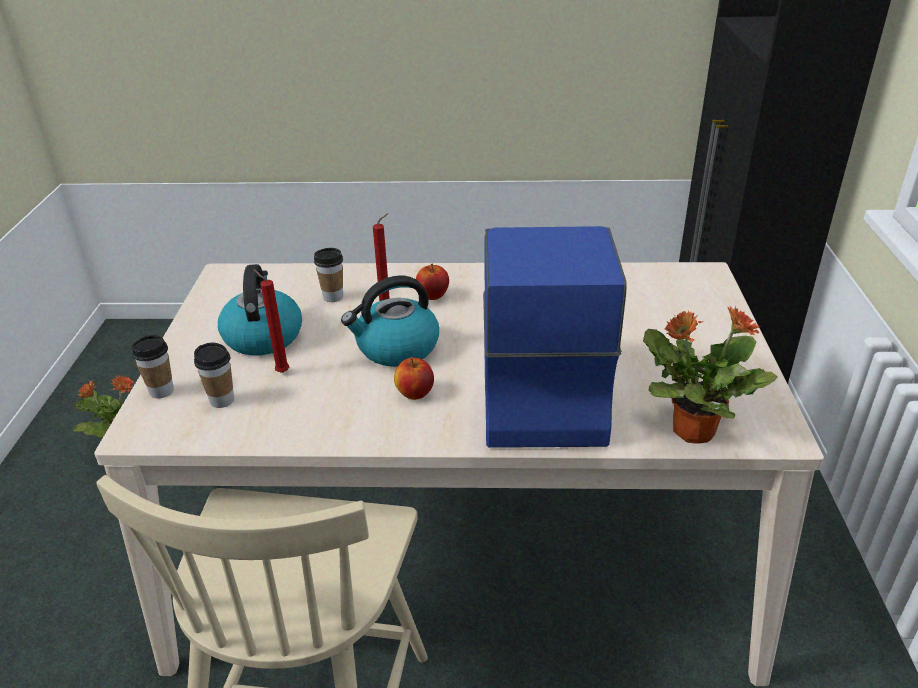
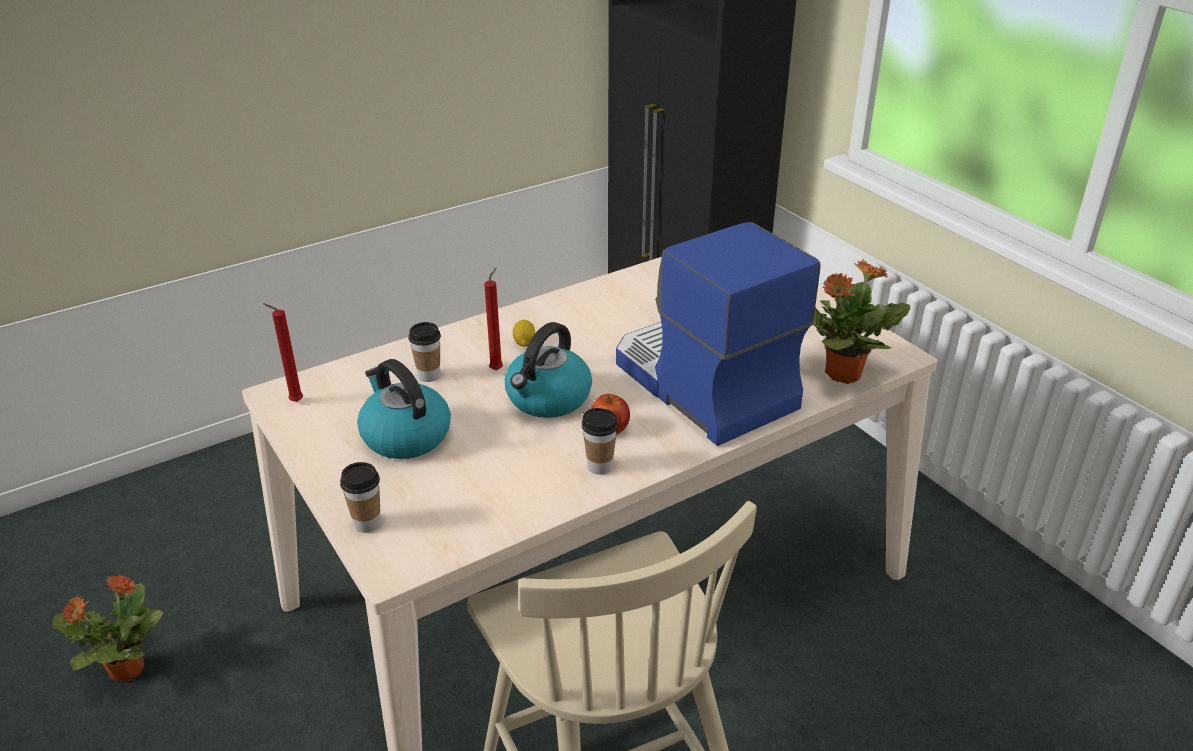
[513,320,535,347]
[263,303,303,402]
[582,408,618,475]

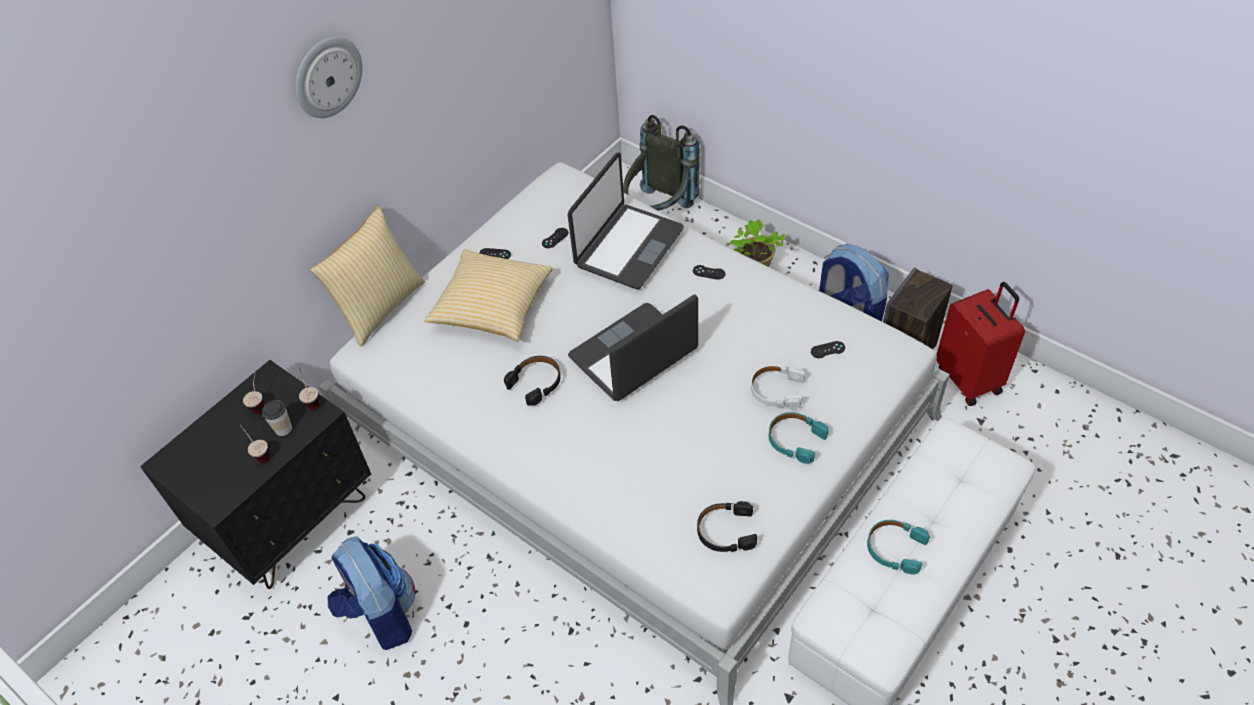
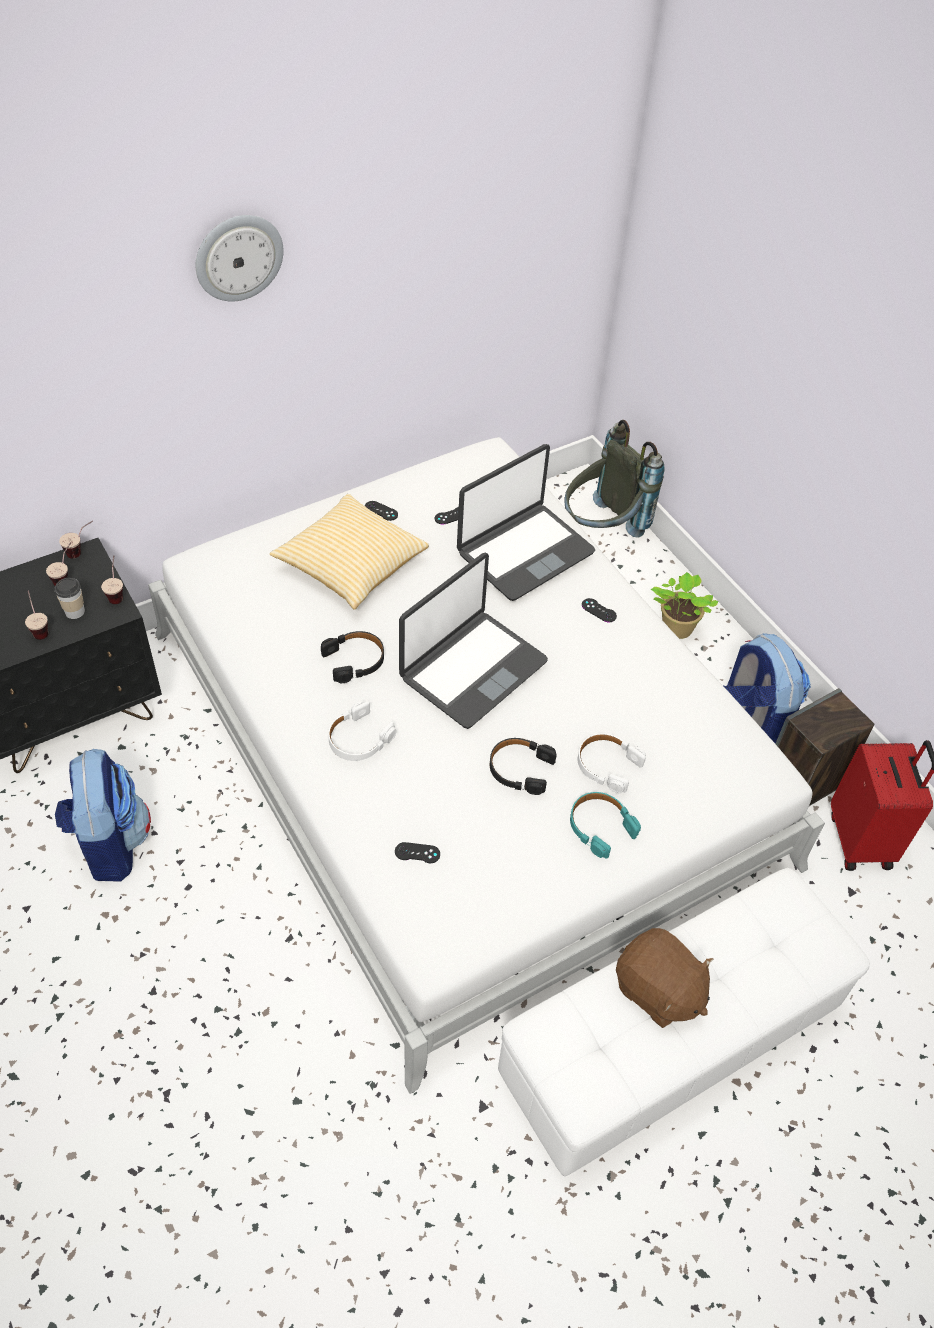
[310,205,425,347] (first image)
[399,553,548,729]
[395,842,440,863]
[490,738,557,795]
[616,928,713,1028]
[59,520,93,559]
[328,701,396,761]

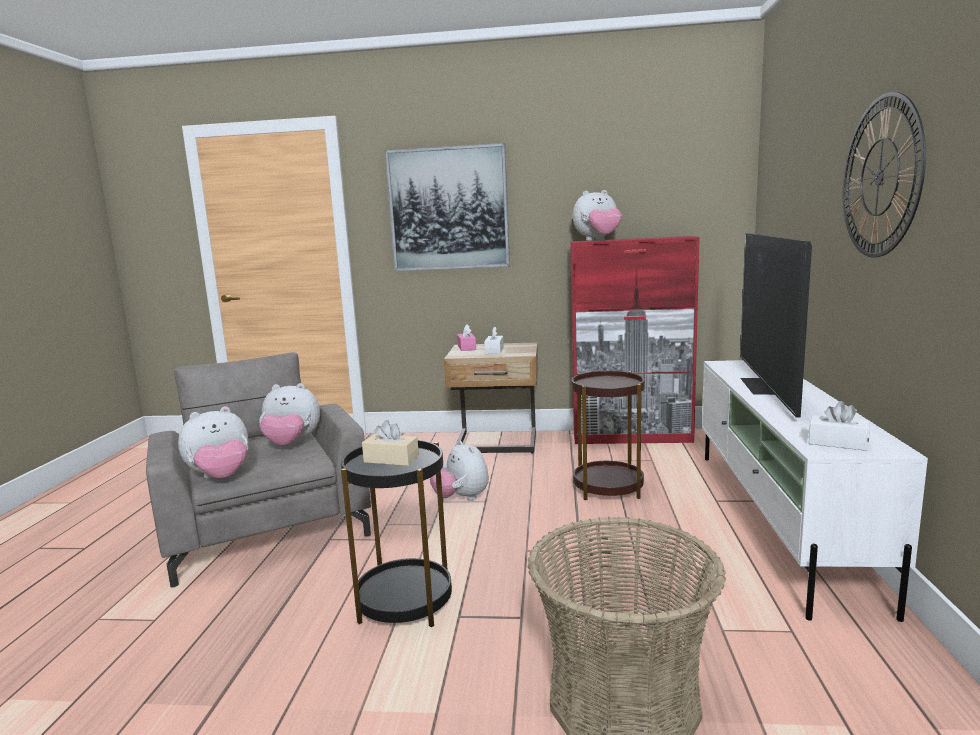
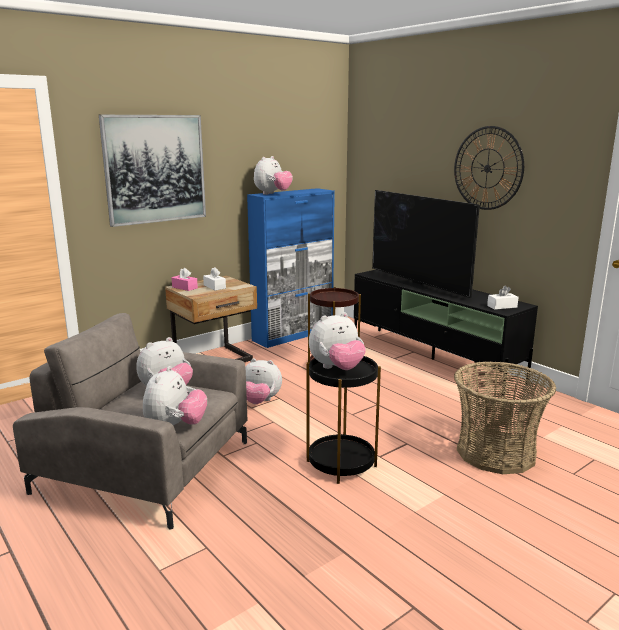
[247,188,335,348]
[354,270,538,394]
[309,312,366,370]

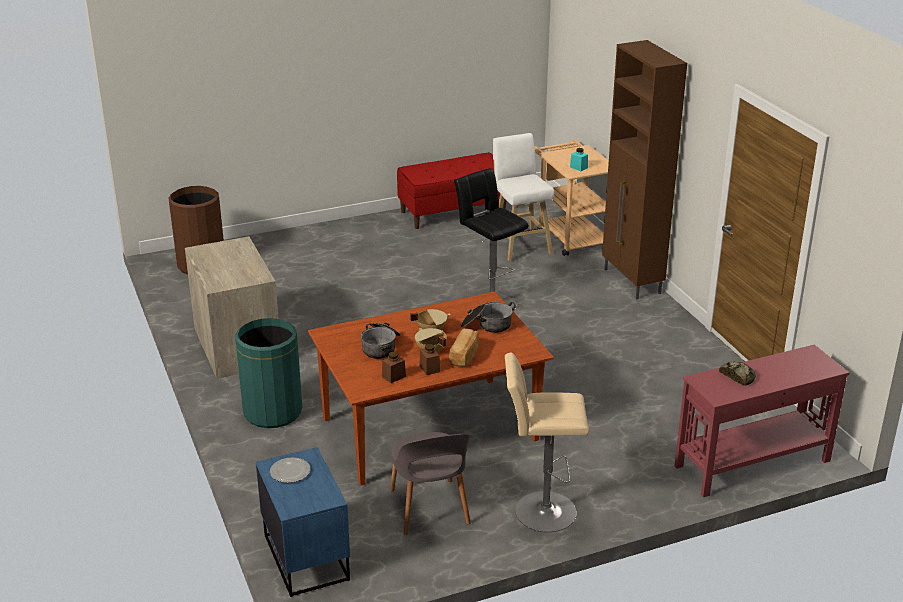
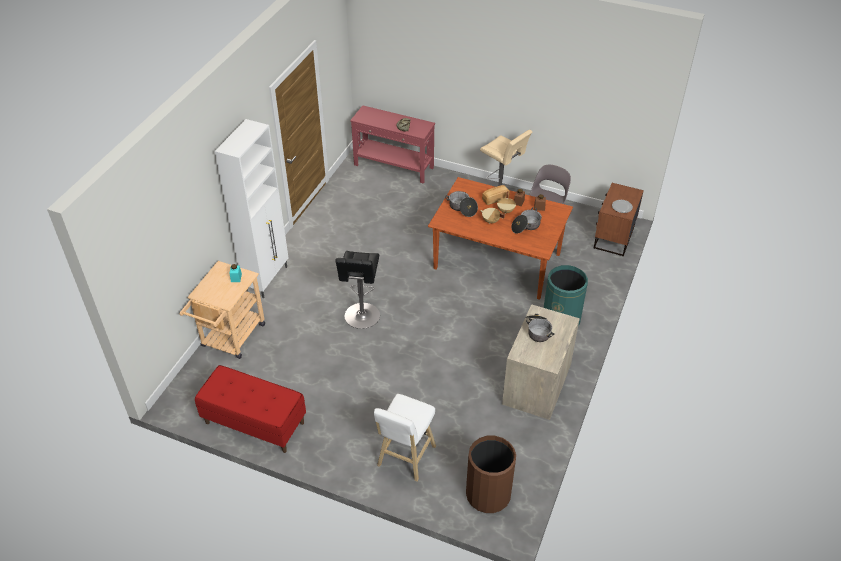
[215,119,289,298]
[374,394,436,482]
[594,183,644,256]
[525,314,555,342]

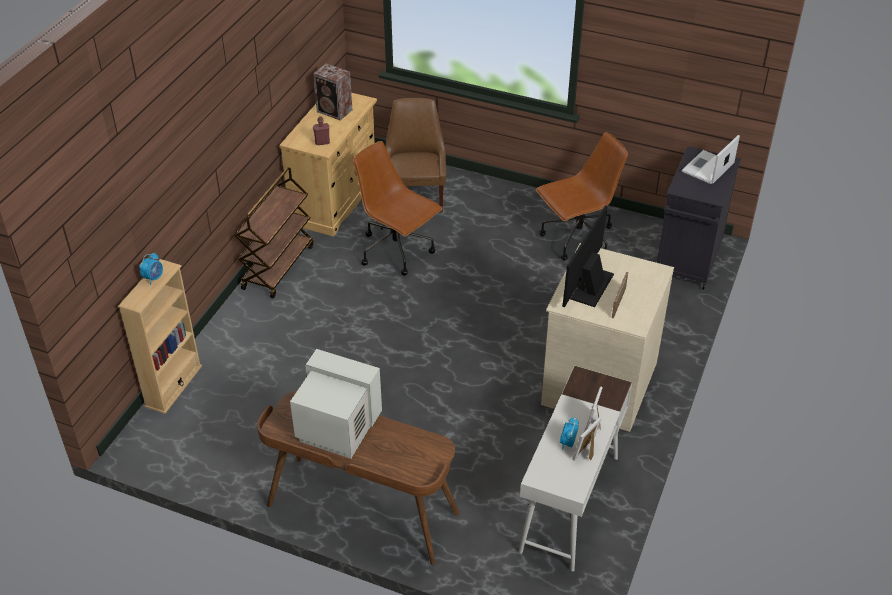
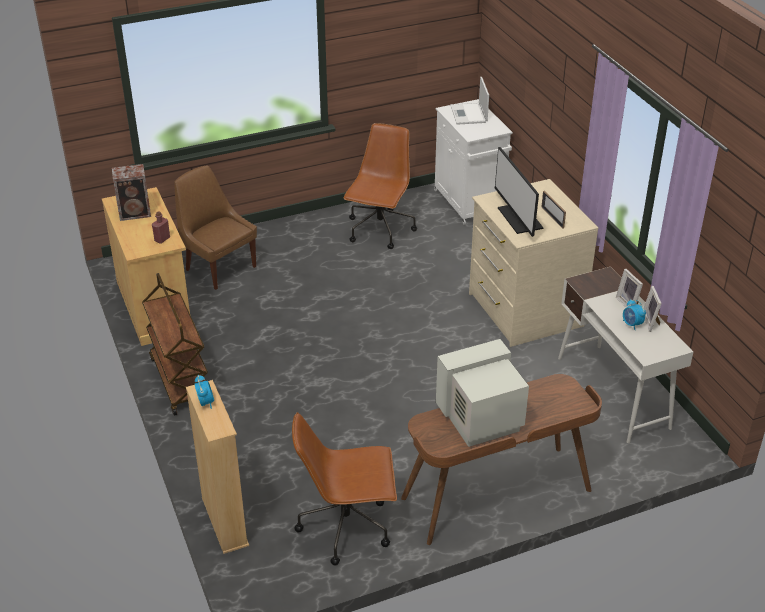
[292,412,397,566]
[434,99,513,225]

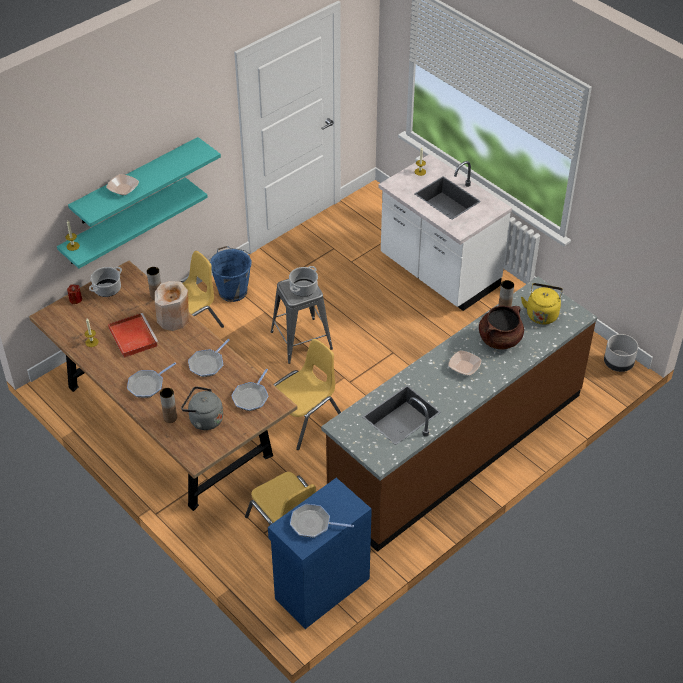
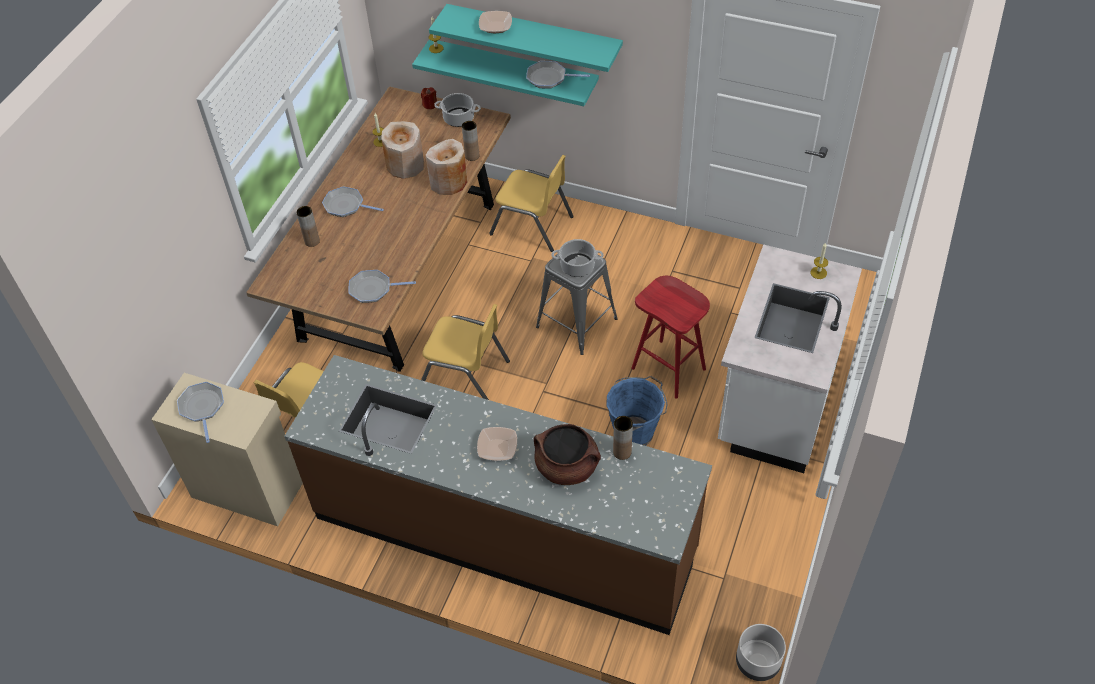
[606,376,668,446]
[521,283,563,324] (first image)
[381,121,424,179]
[526,61,590,89]
[181,386,223,430] (first image)
[151,373,303,526]
[631,276,710,399]

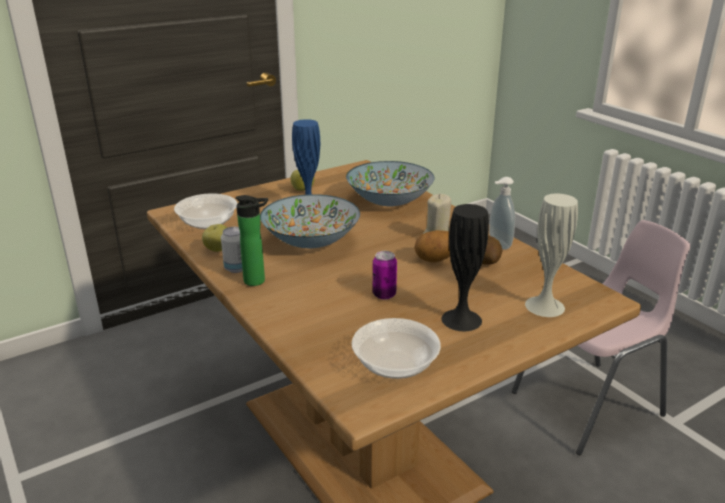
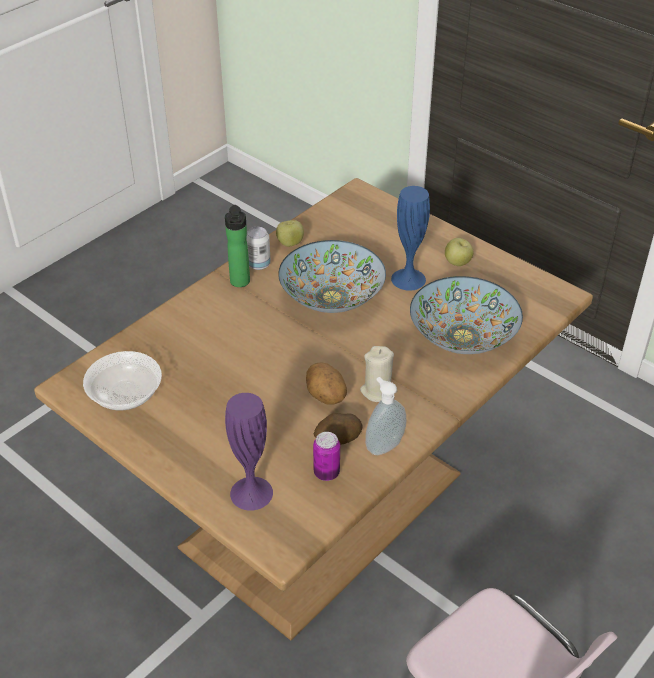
[174,193,237,229] (first image)
[225,393,273,511]
[441,204,489,331] (first image)
[313,432,340,481]

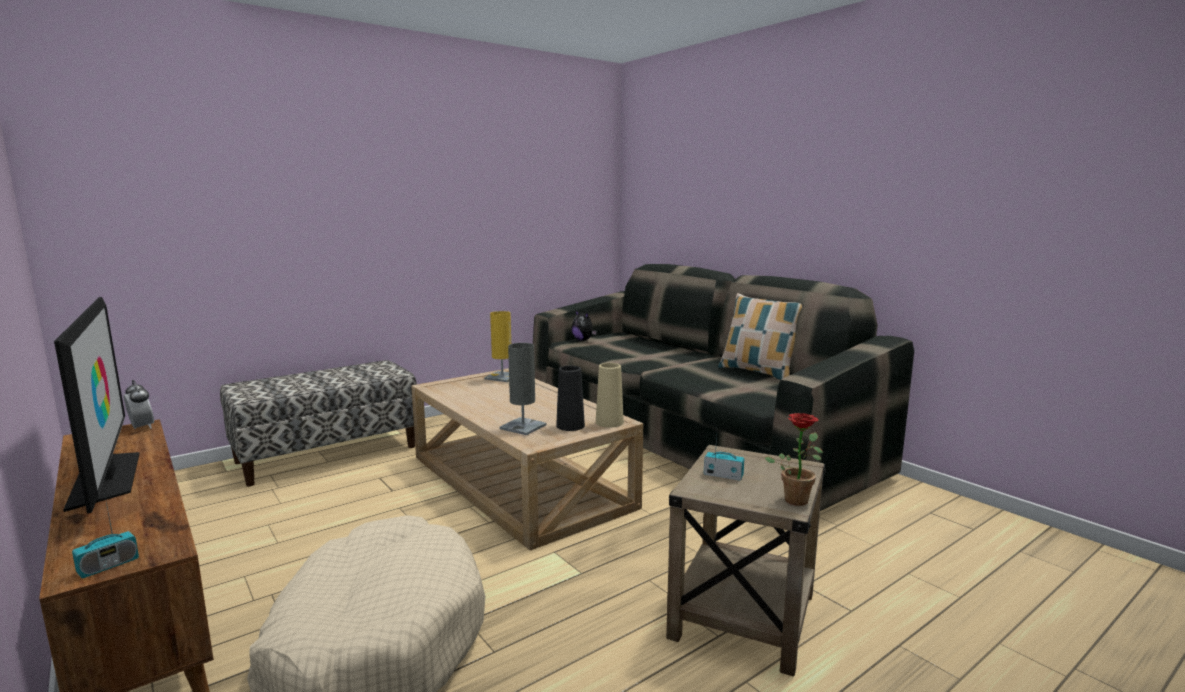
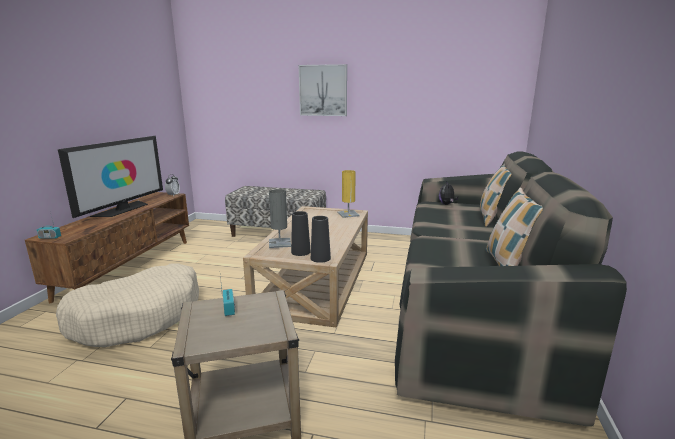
[311,216,331,263]
[764,413,823,506] (first image)
[299,64,347,116]
[480,164,511,227]

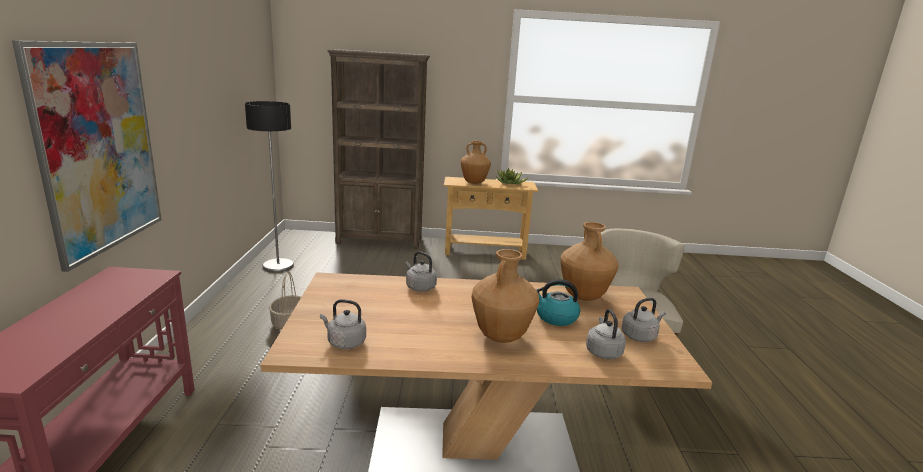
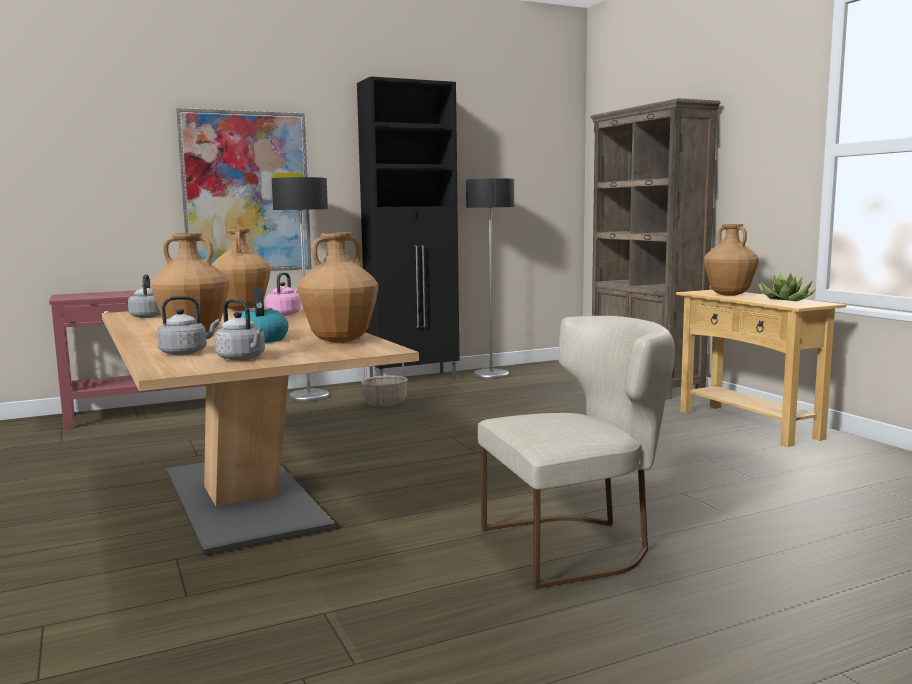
[266,272,301,316]
[357,76,459,380]
[272,177,329,402]
[212,229,271,311]

